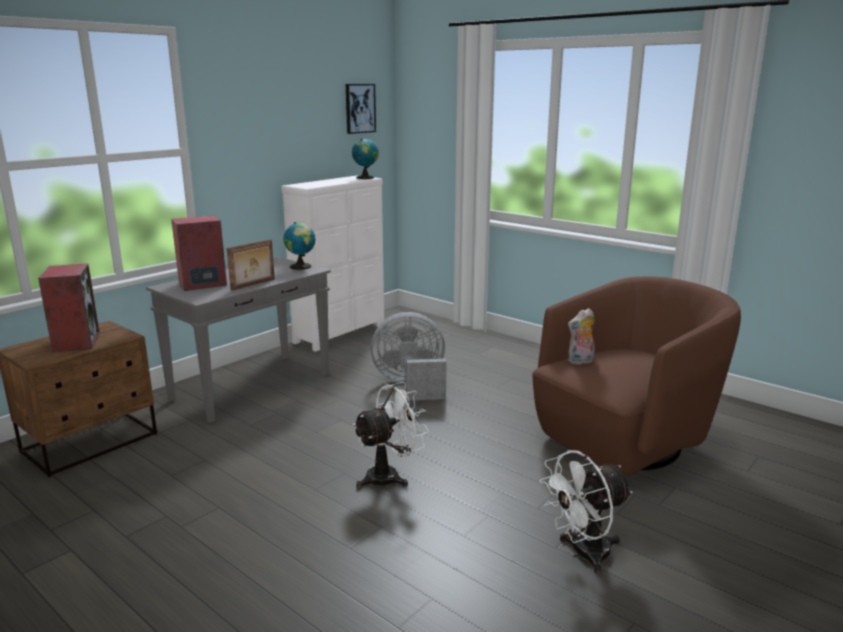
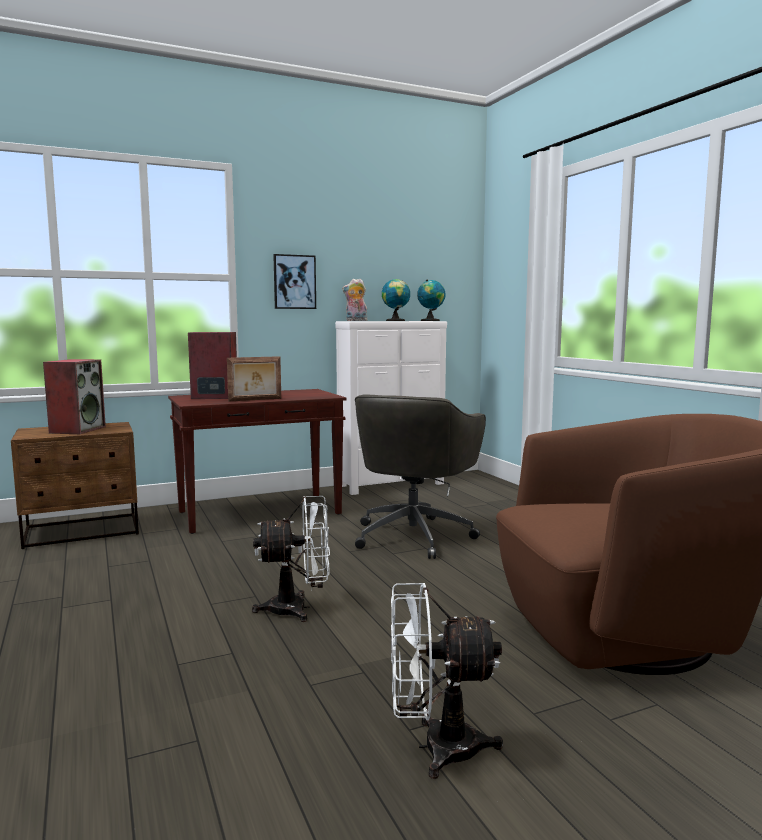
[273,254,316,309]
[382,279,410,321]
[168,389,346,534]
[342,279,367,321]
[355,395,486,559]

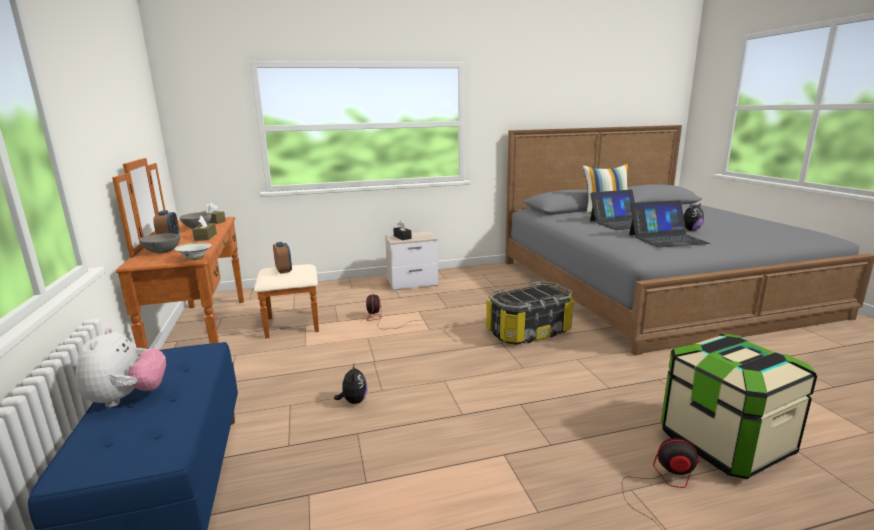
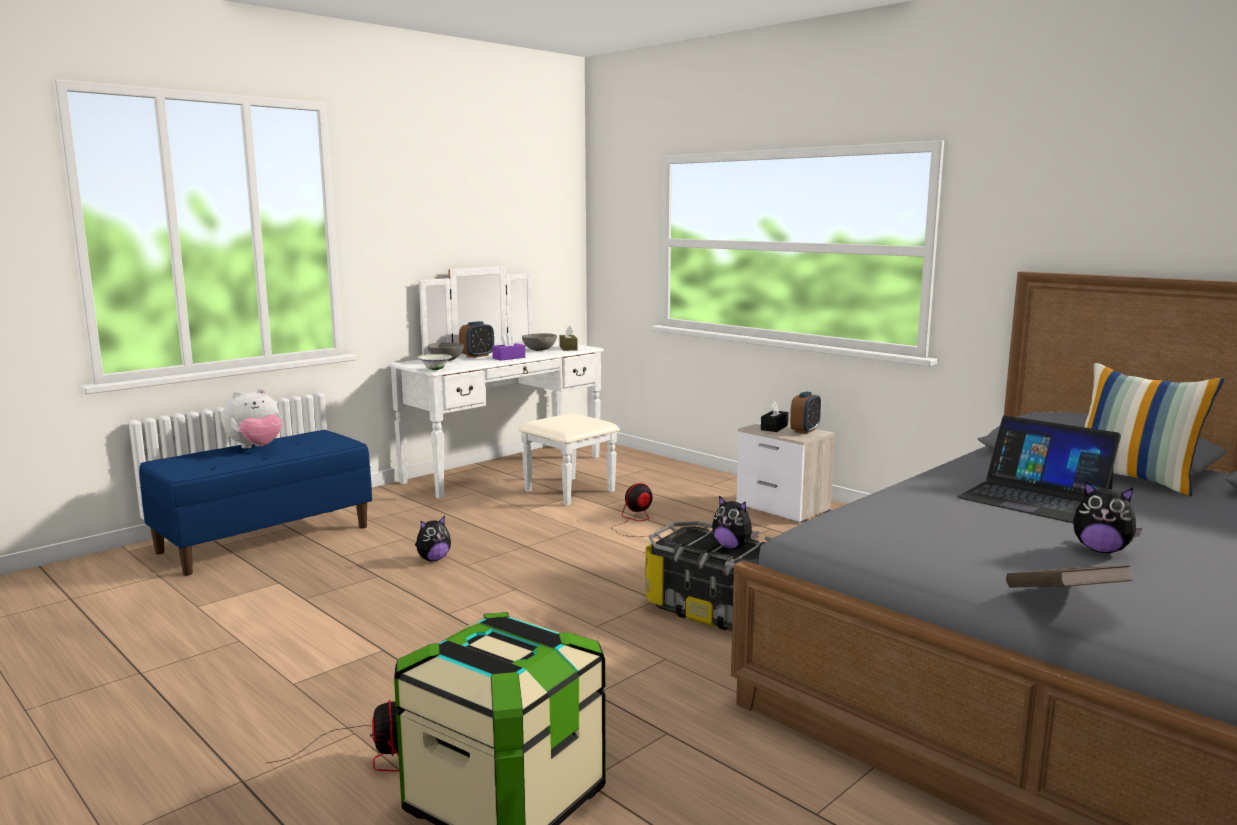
[388,266,620,505]
[629,200,711,247] (first image)
[492,333,525,361]
[790,392,821,434]
[712,496,759,549]
[1006,565,1133,588]

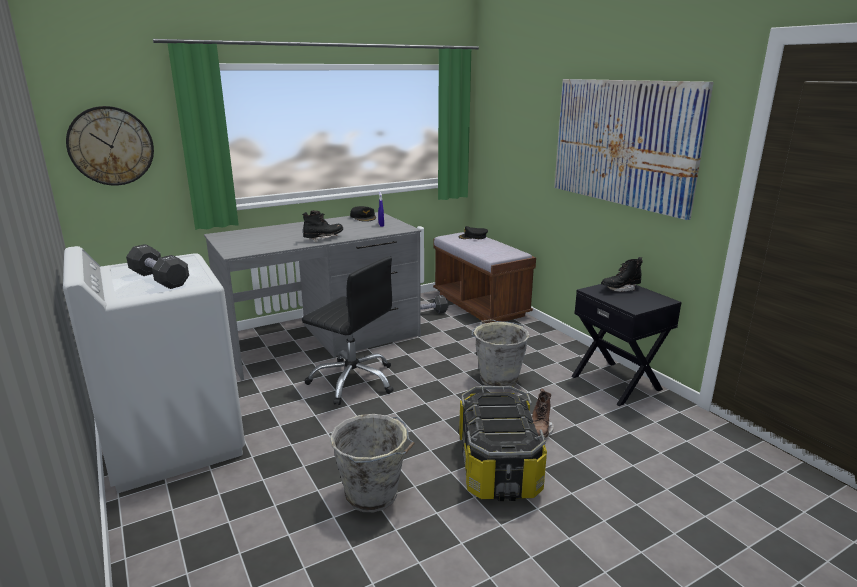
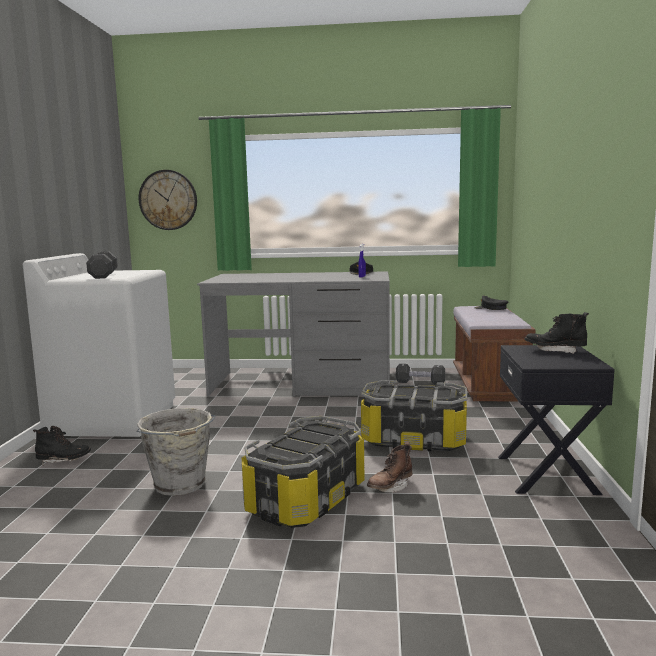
[554,79,714,220] (first image)
[33,426,91,465]
[302,256,394,405] (first image)
[361,380,467,452]

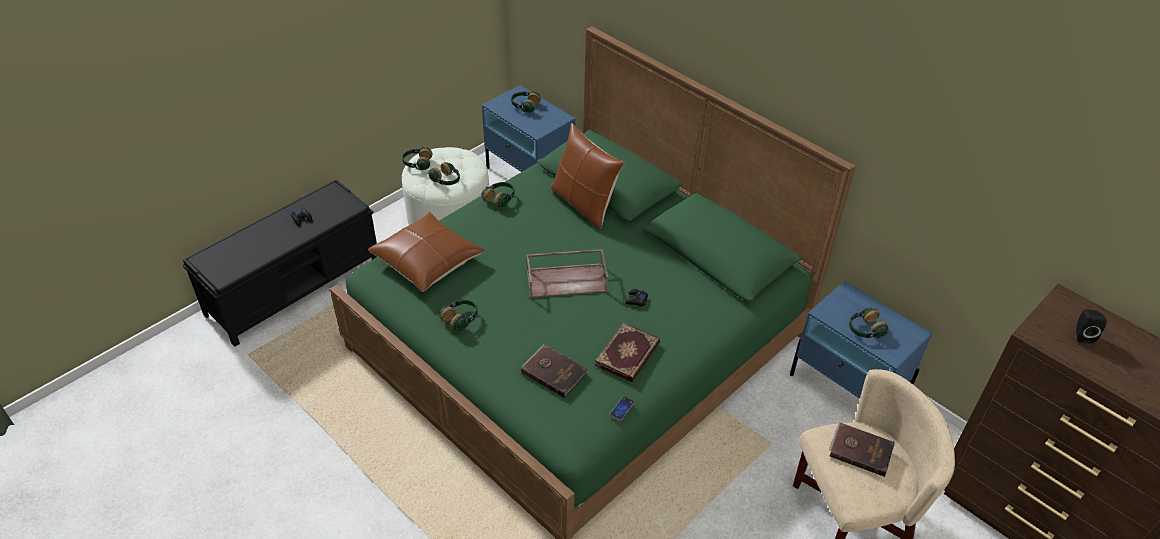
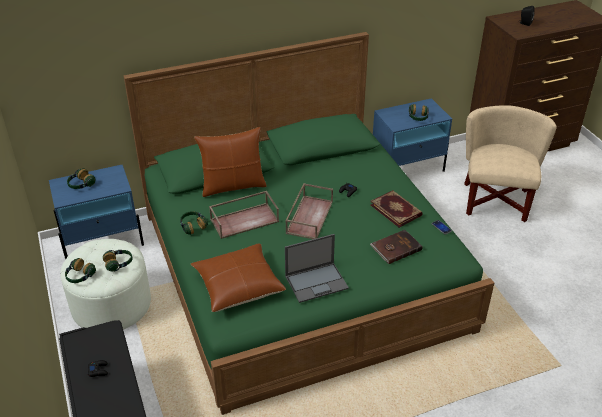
[285,234,349,303]
[829,422,895,477] (first image)
[209,191,279,239]

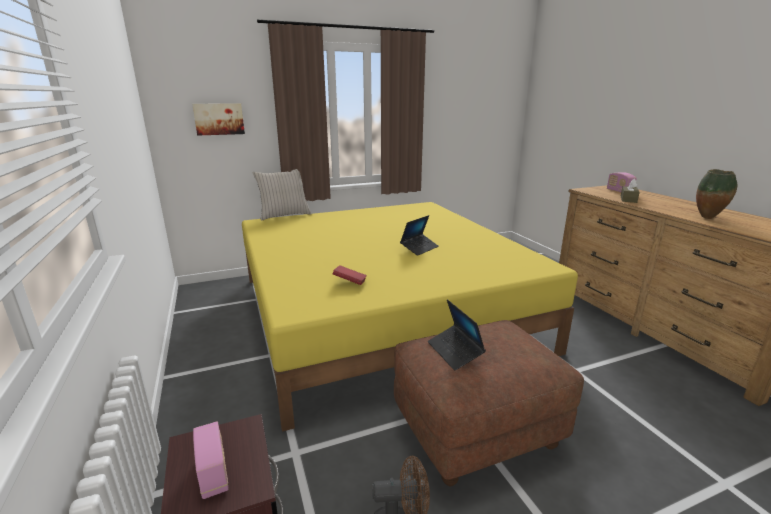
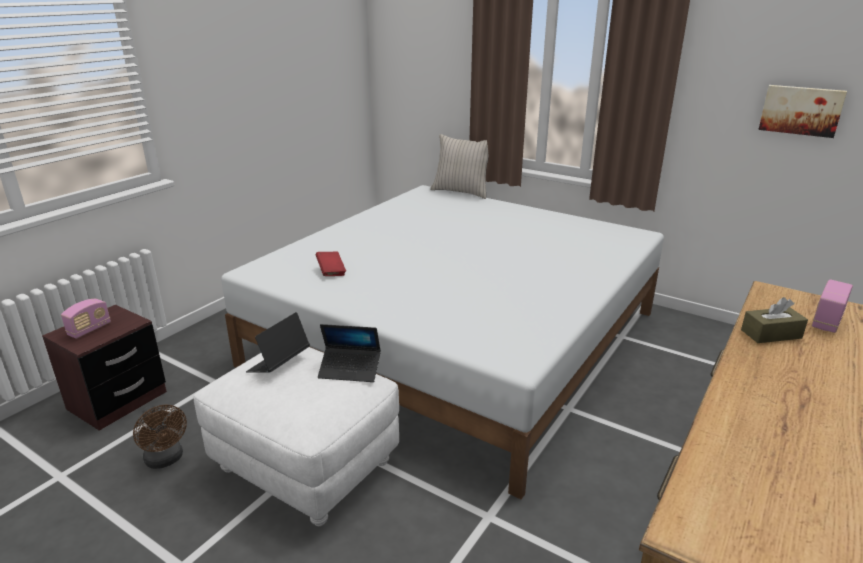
[758,85,847,138]
[696,169,737,219] (first image)
[221,185,664,499]
[318,324,381,382]
[194,347,399,526]

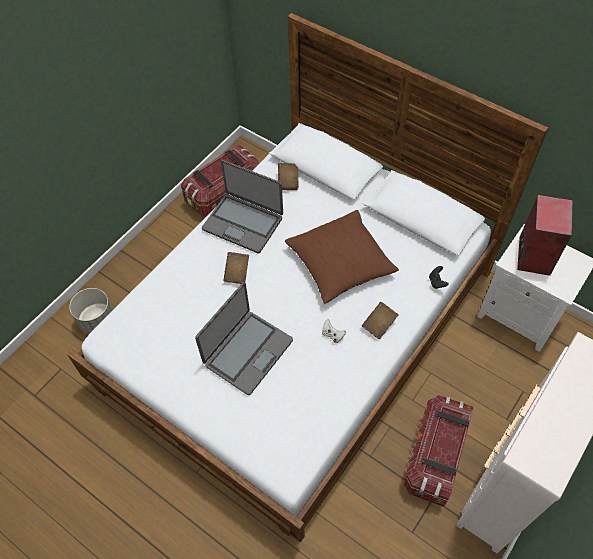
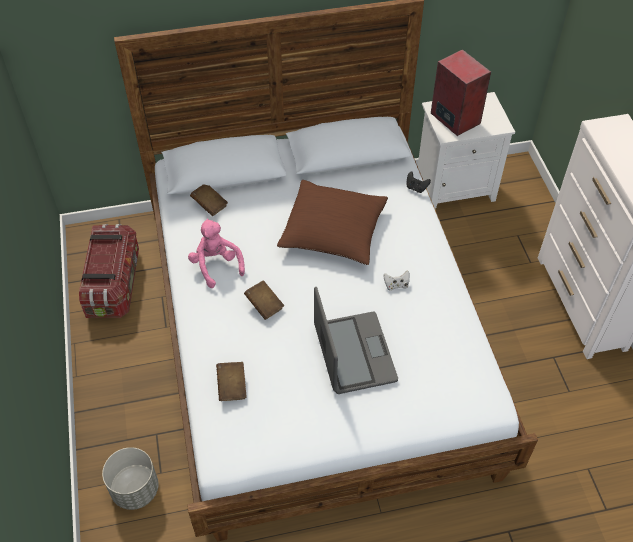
[188,219,245,288]
[216,362,247,401]
[404,395,473,507] (first image)

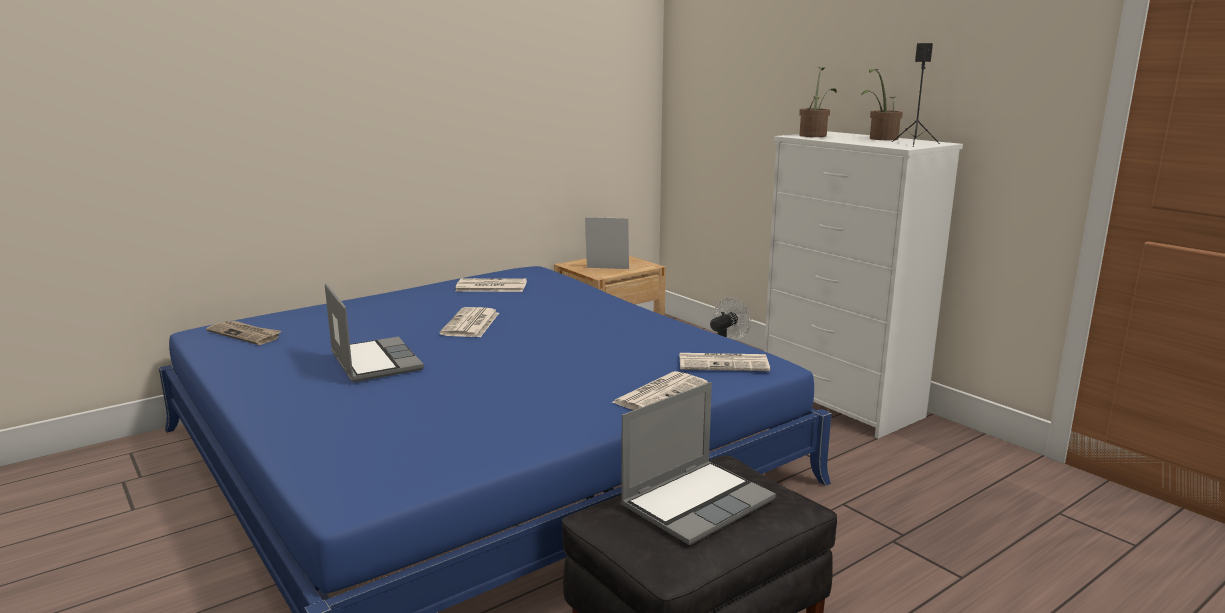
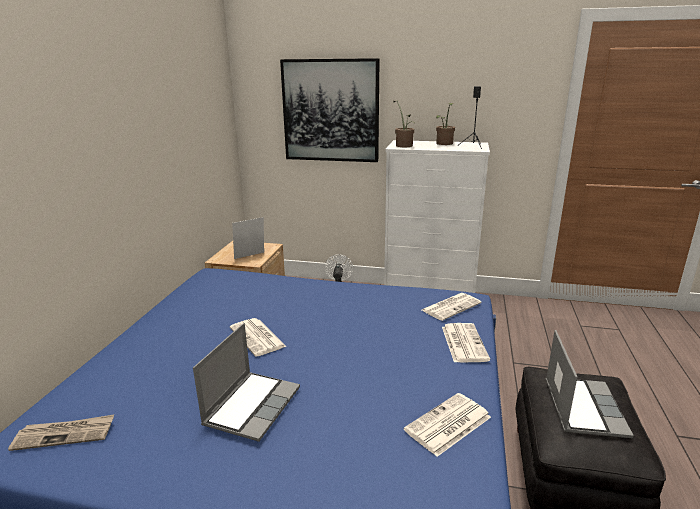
[404,393,491,457]
[193,323,300,442]
[280,58,380,162]

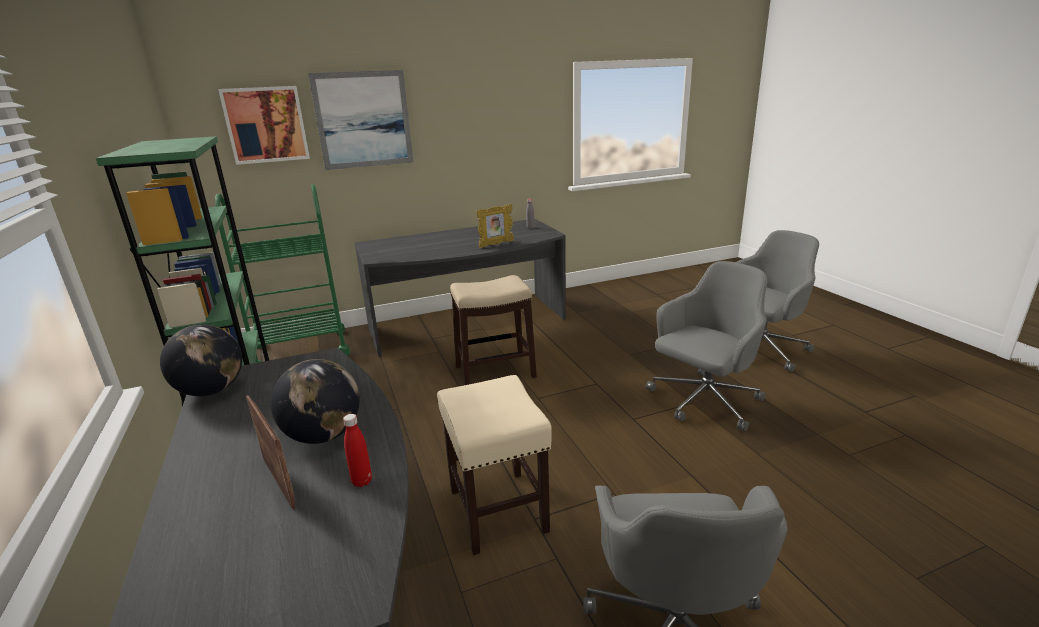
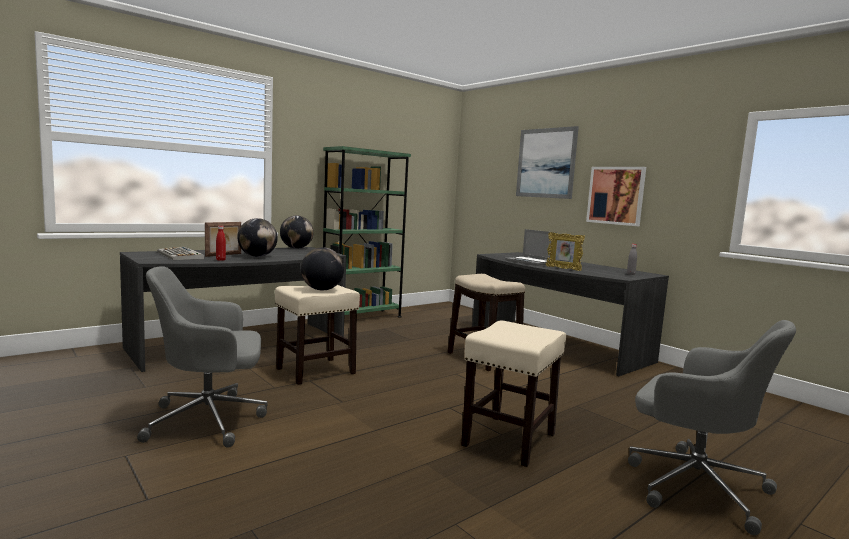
[586,167,646,226]
[215,184,350,363] (first image)
[461,320,566,467]
[505,229,556,266]
[157,247,204,260]
[301,247,344,290]

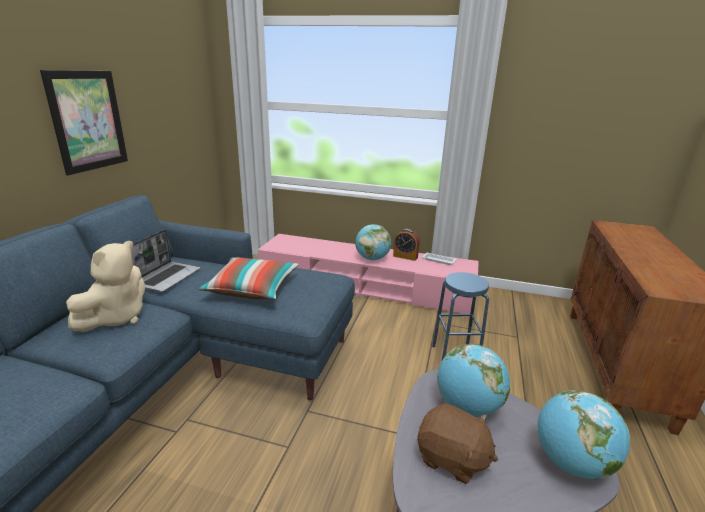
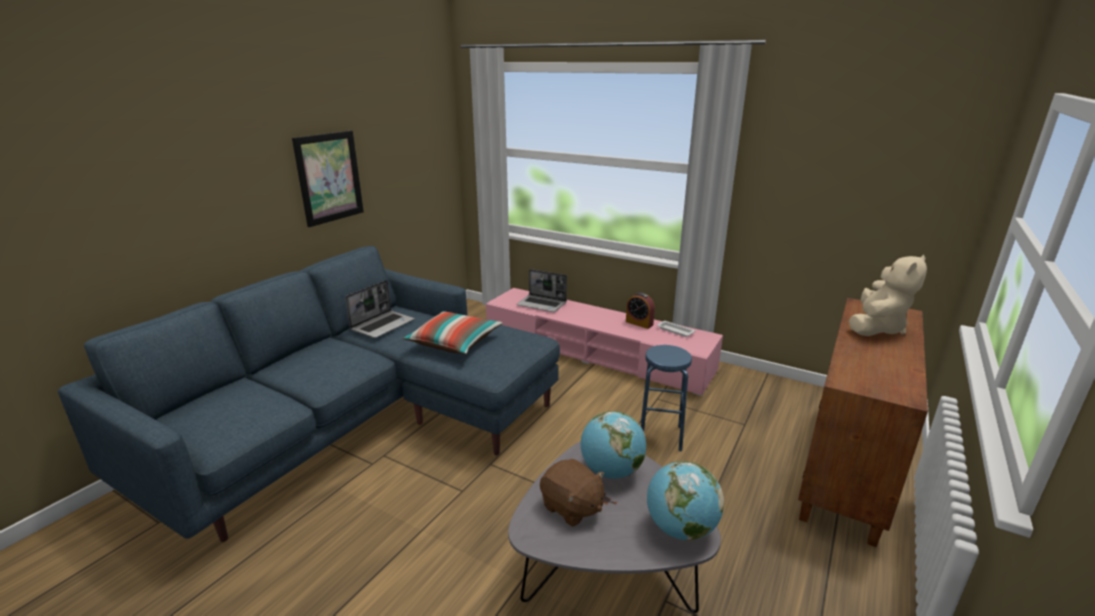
[355,224,391,261] (first image)
[849,255,927,336]
[516,269,567,312]

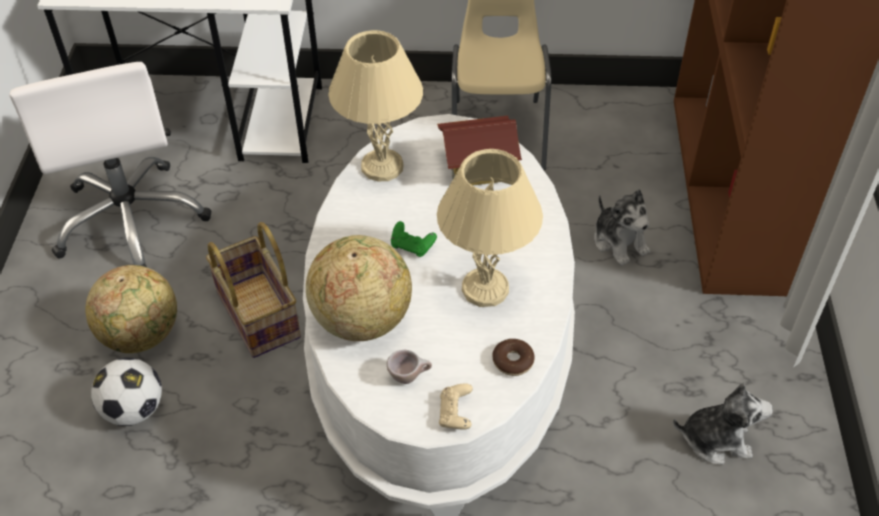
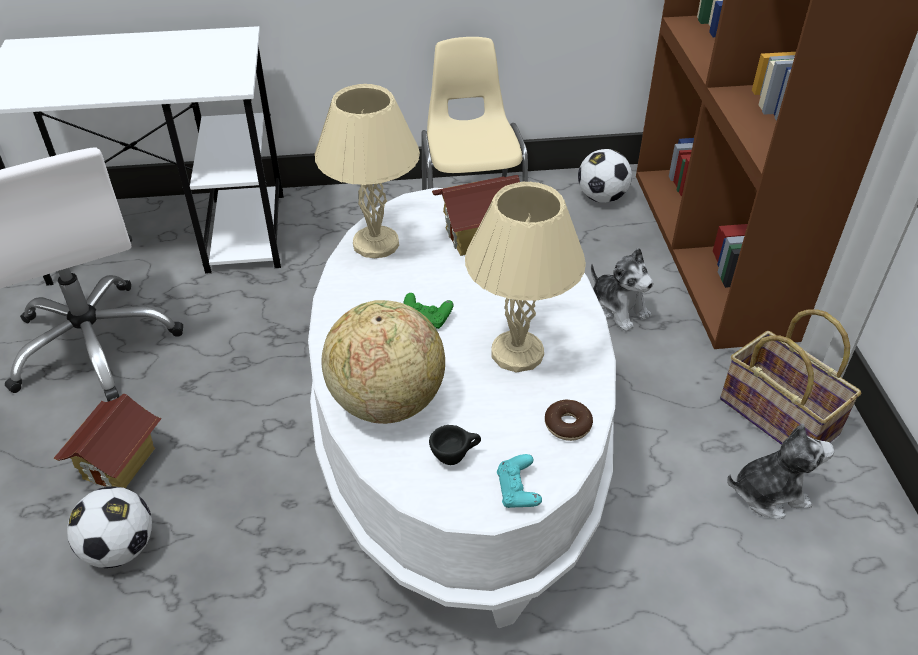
[720,309,861,445]
[53,394,162,488]
[429,425,481,465]
[497,454,542,508]
[578,149,632,203]

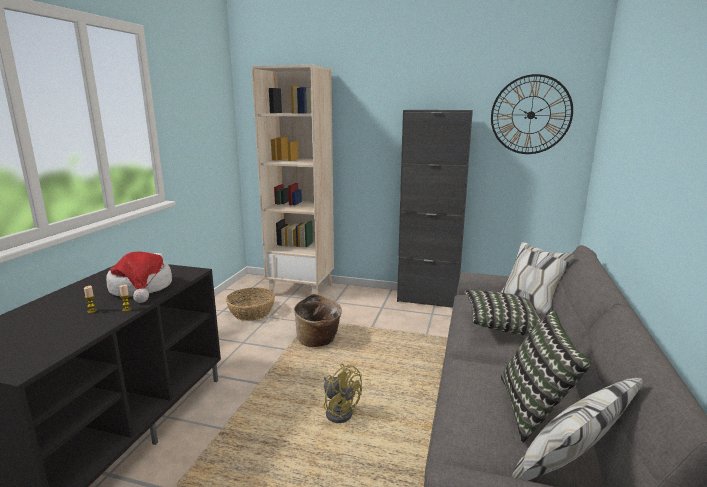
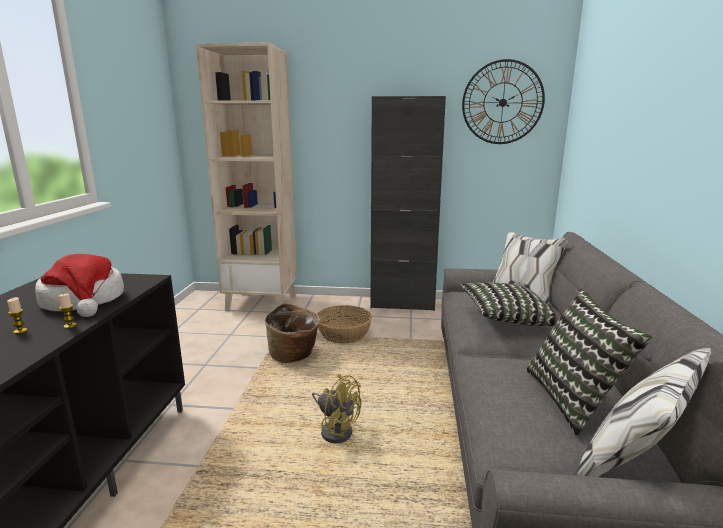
[317,305,372,344]

